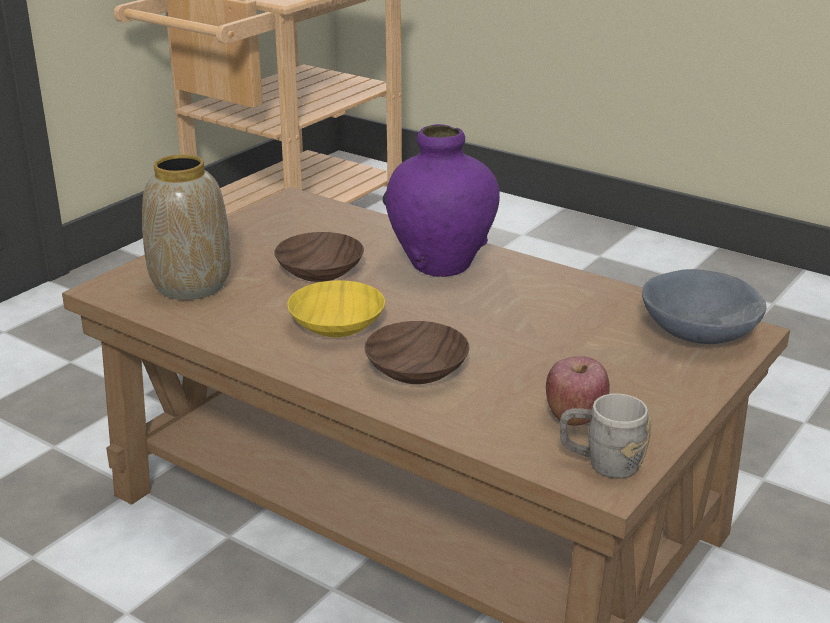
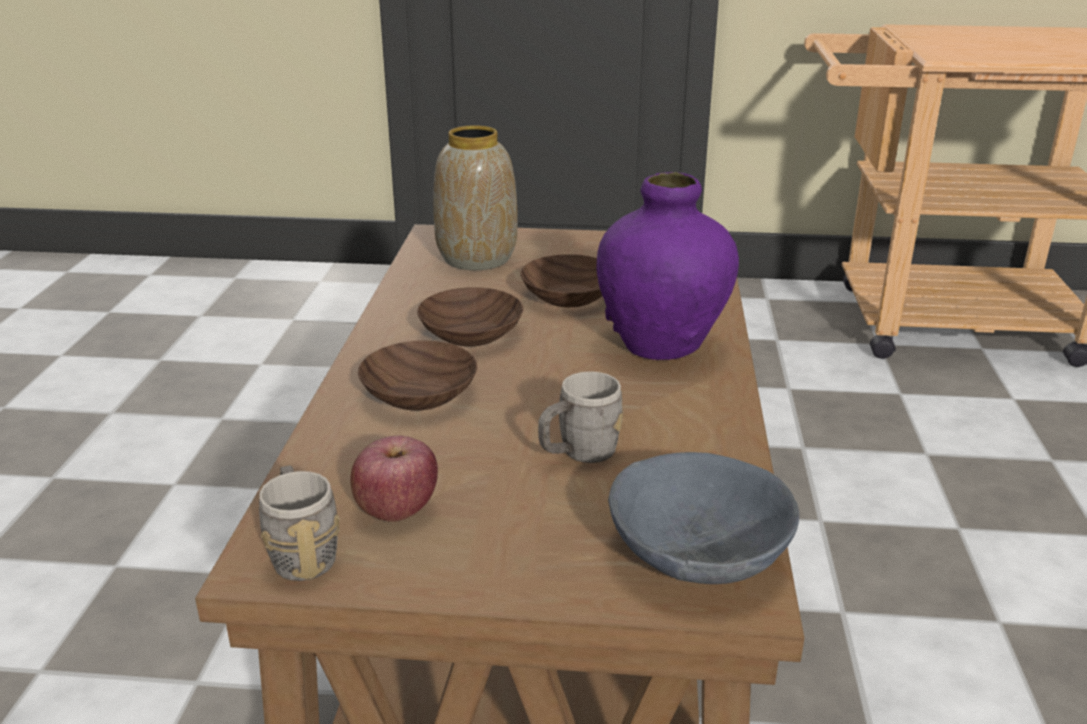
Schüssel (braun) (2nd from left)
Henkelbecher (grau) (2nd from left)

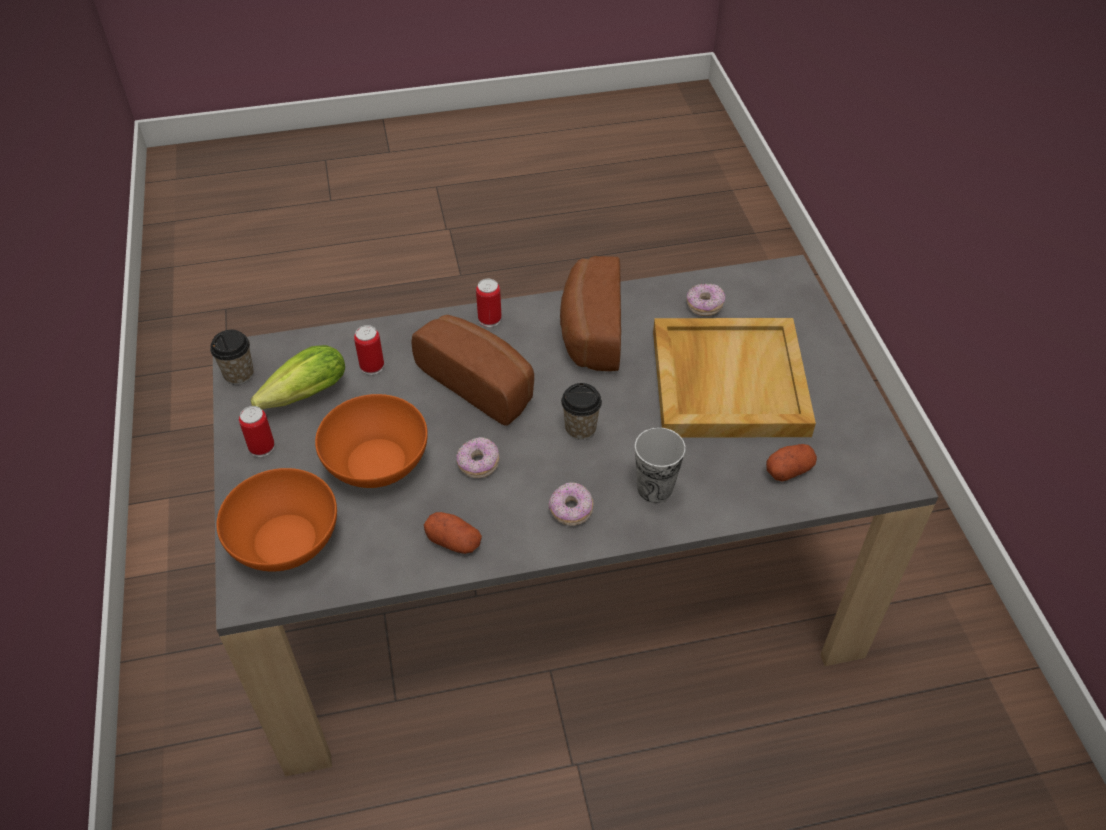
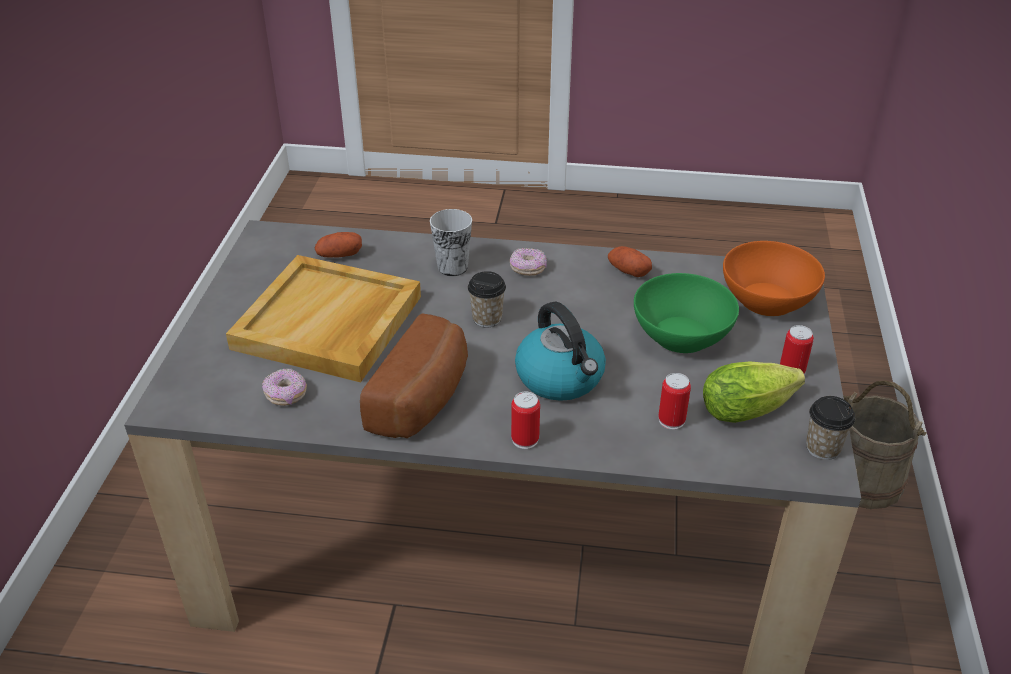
Wasserkessel
Schüssel (grün)
Donut (1st from left in the first image)
Eimer (beige)

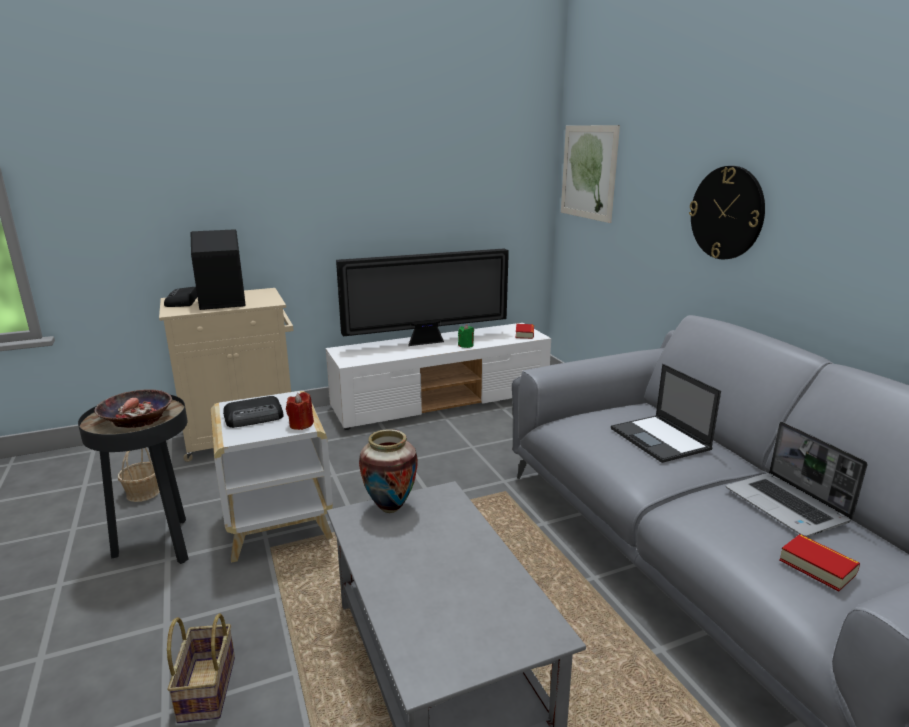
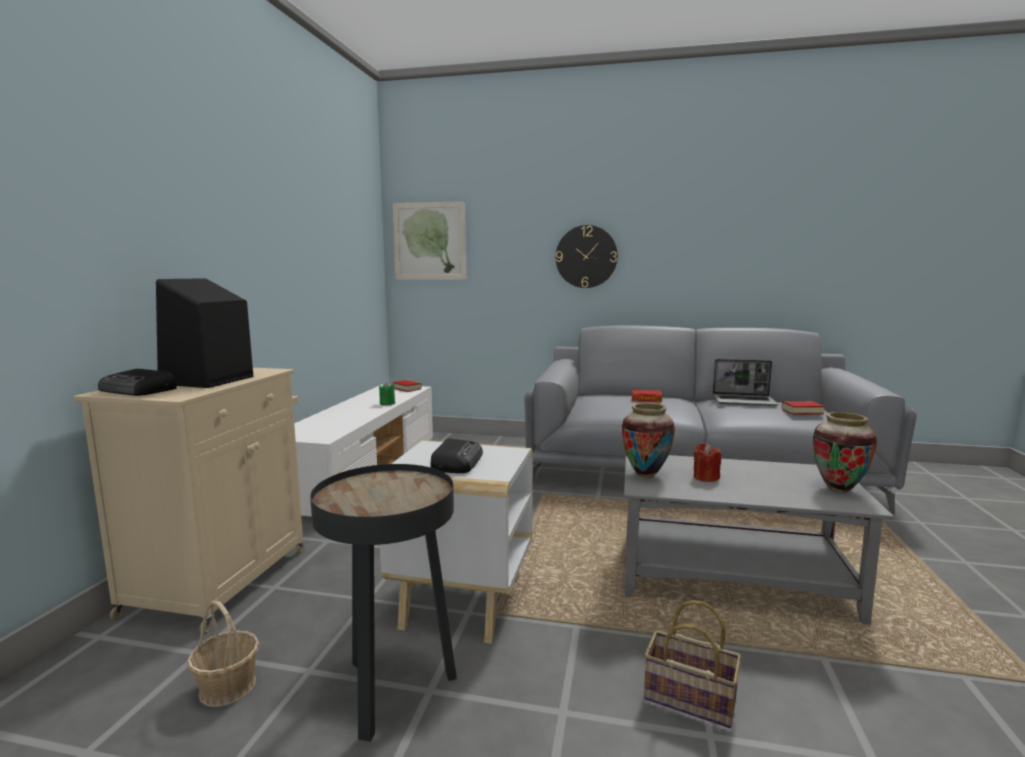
Fernseher
Buch (2nd from left)
Schüssel
Kerze (rot)
Vase (2nd from left)

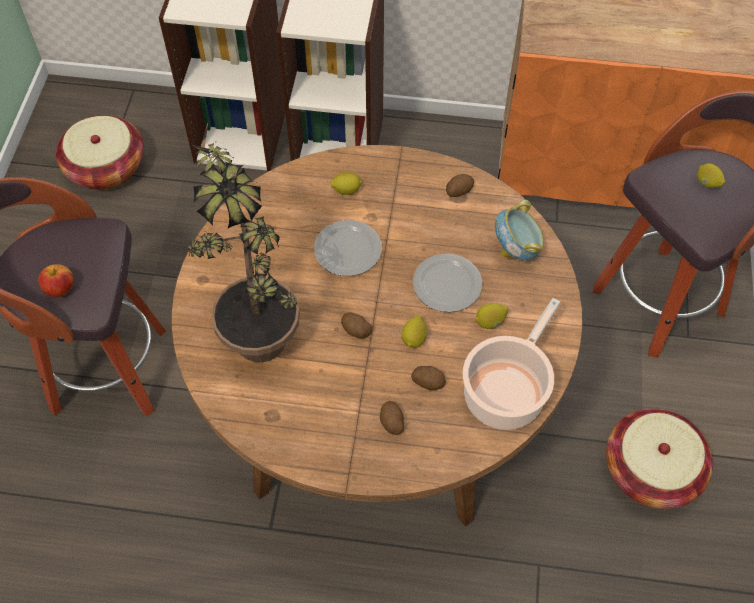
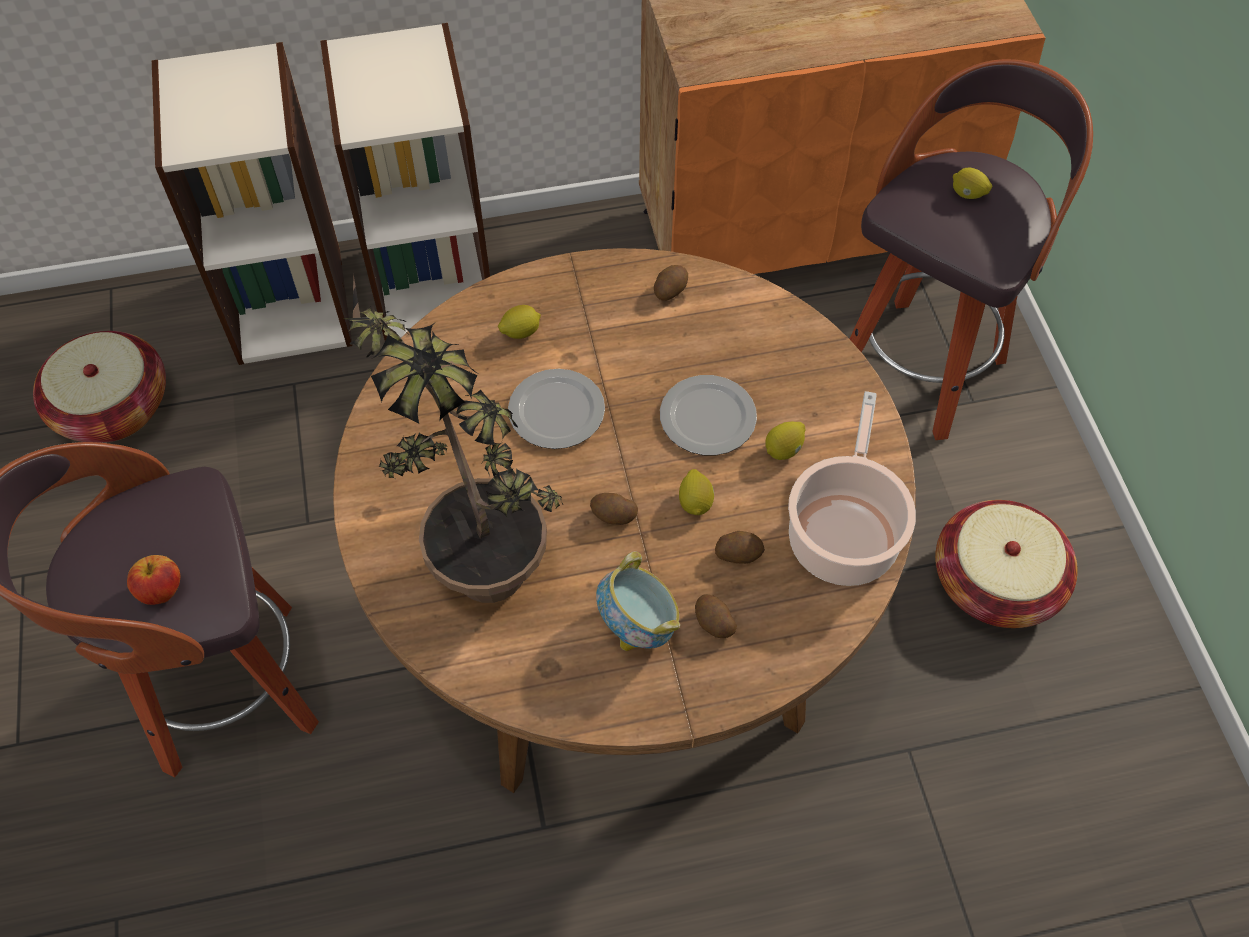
Schüssel

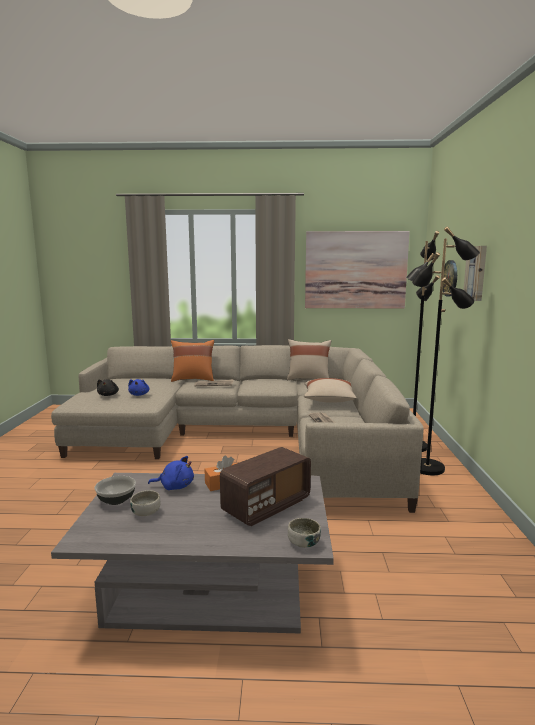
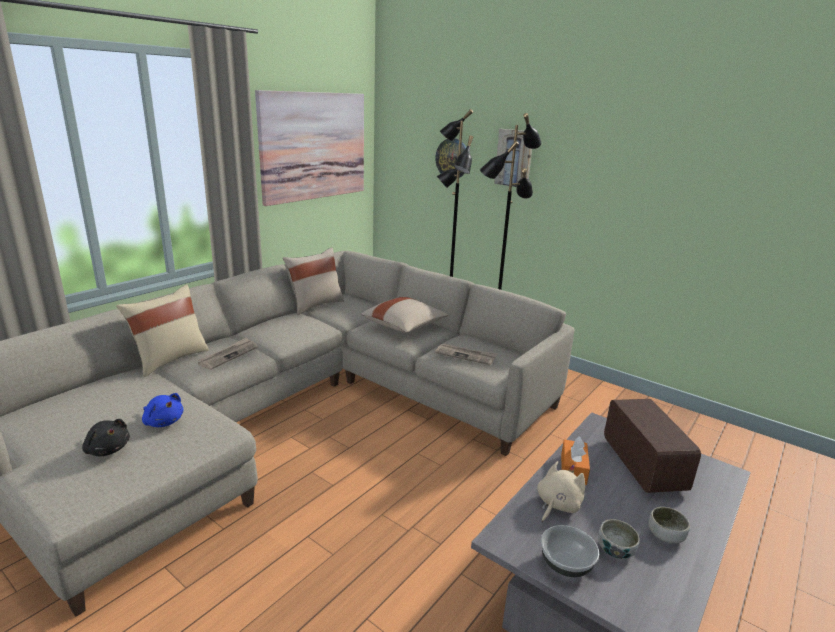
Kissen (beige) (1st from left)
Plüschtier (beige)
Schüssel (3rd from left)

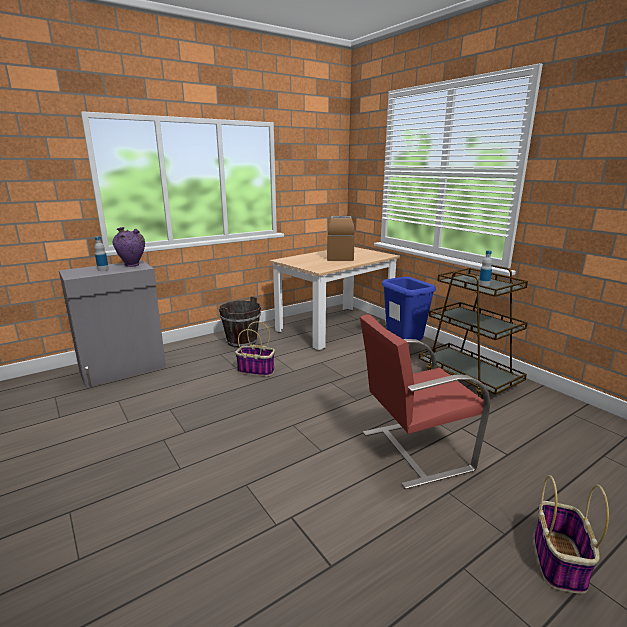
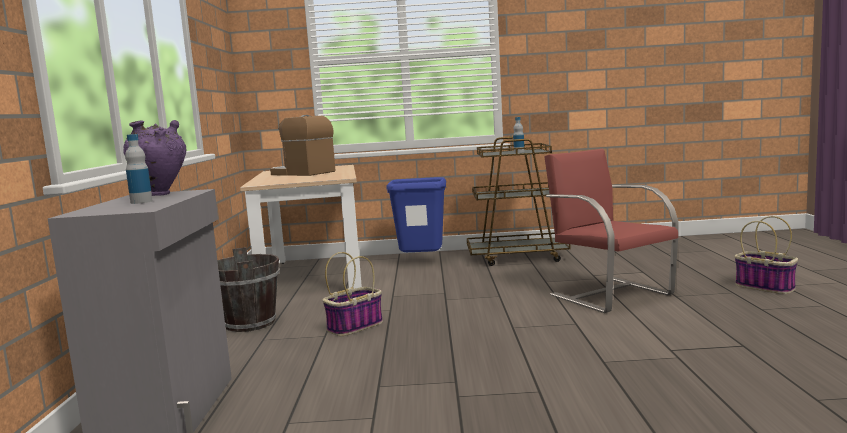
Stuhl (rot)

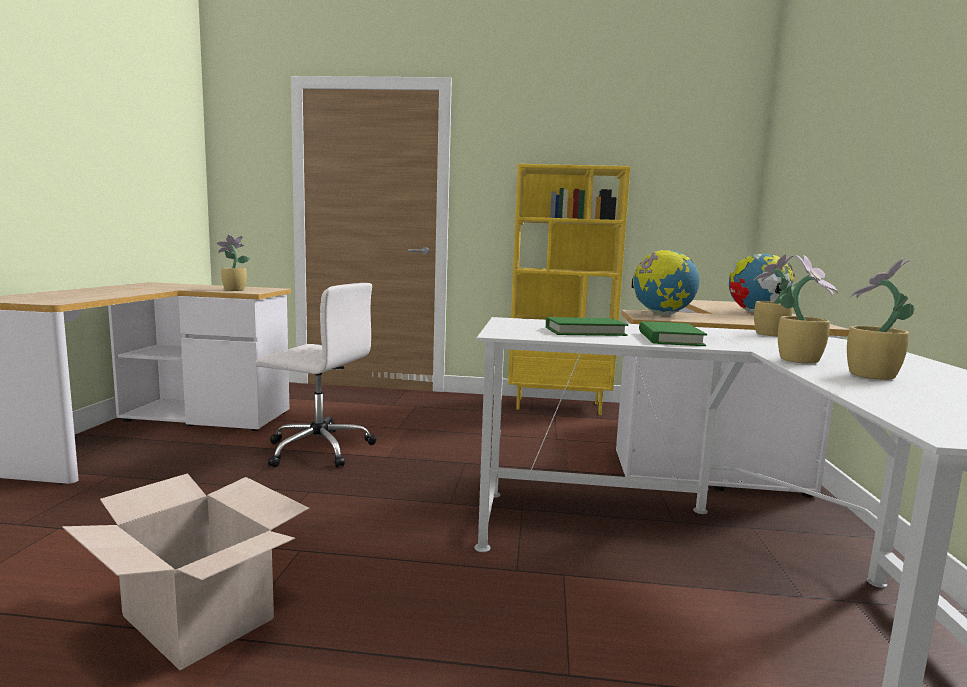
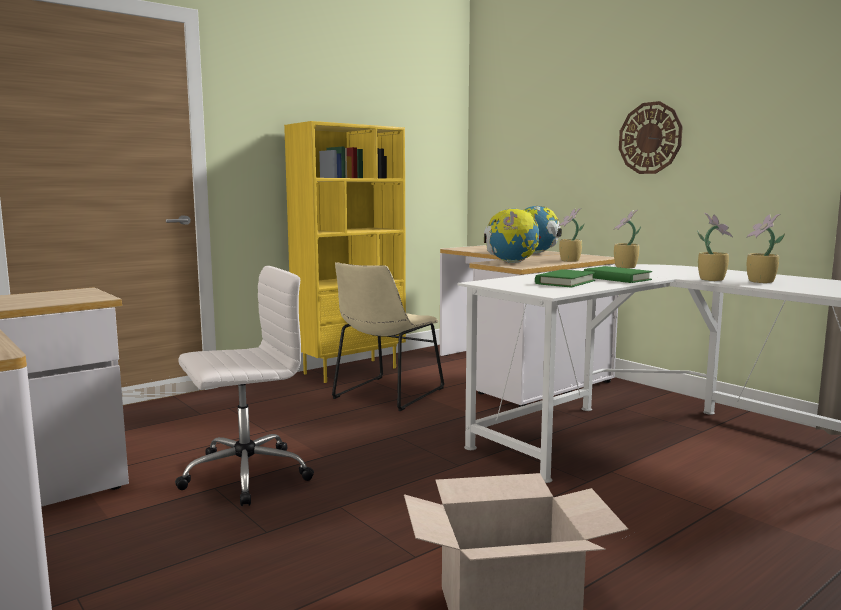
Topfpflanze (1st from left)
Wanduhr
Stuhl (beige)

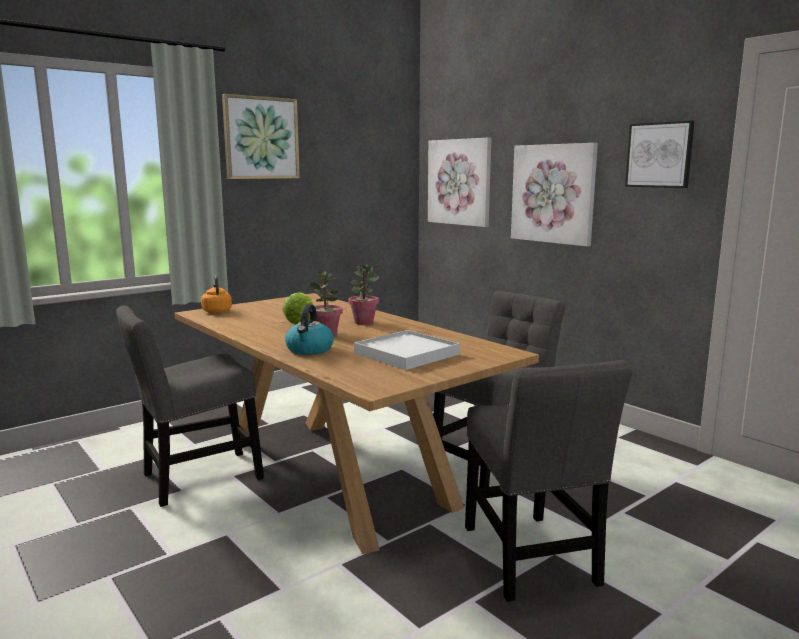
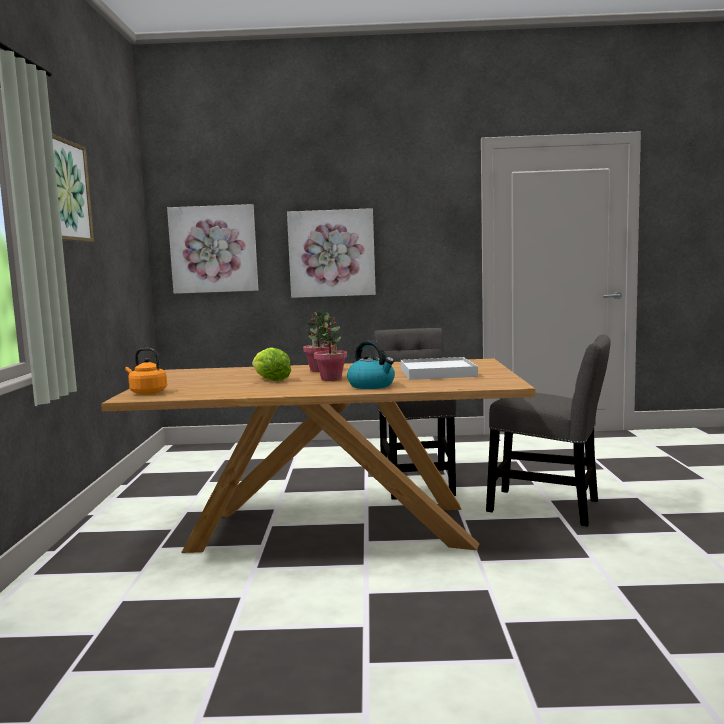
Bild (4th from left in the first image)
Stuhl (grau) (1st from left in the first image)

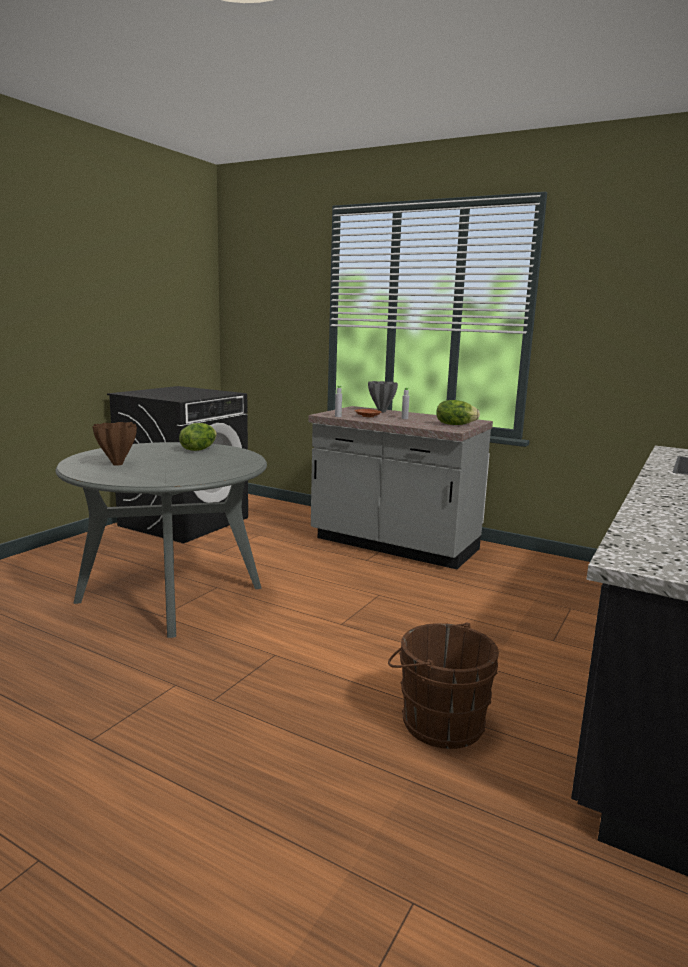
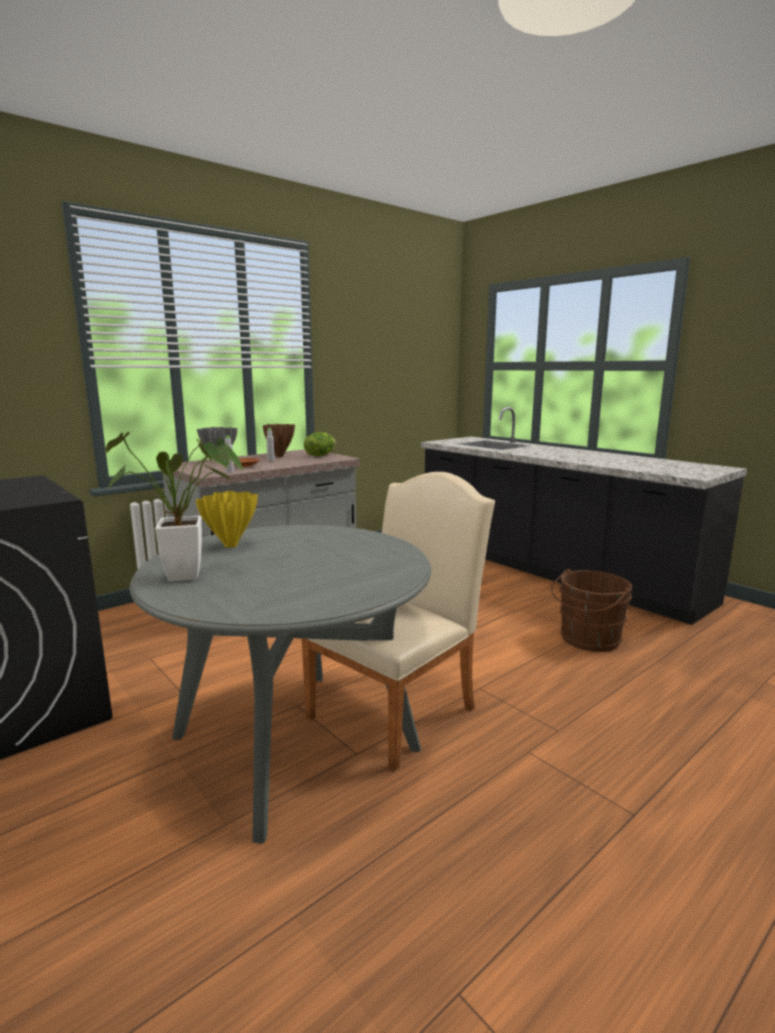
Vase (braun)
Vase (gelb)
Topfpflanze
Stuhl (beige)

